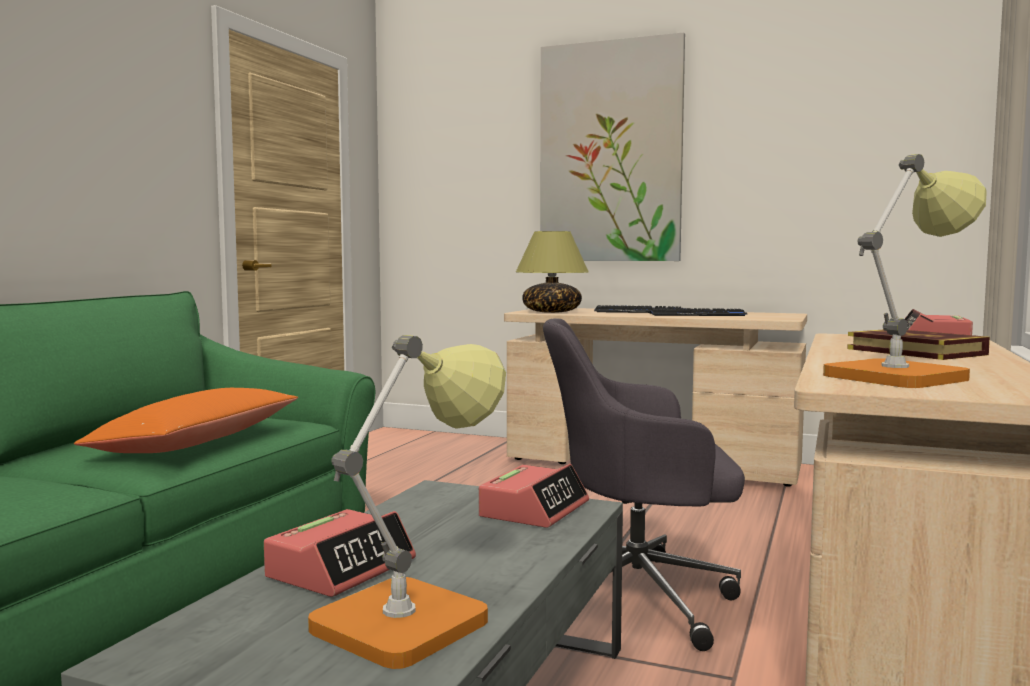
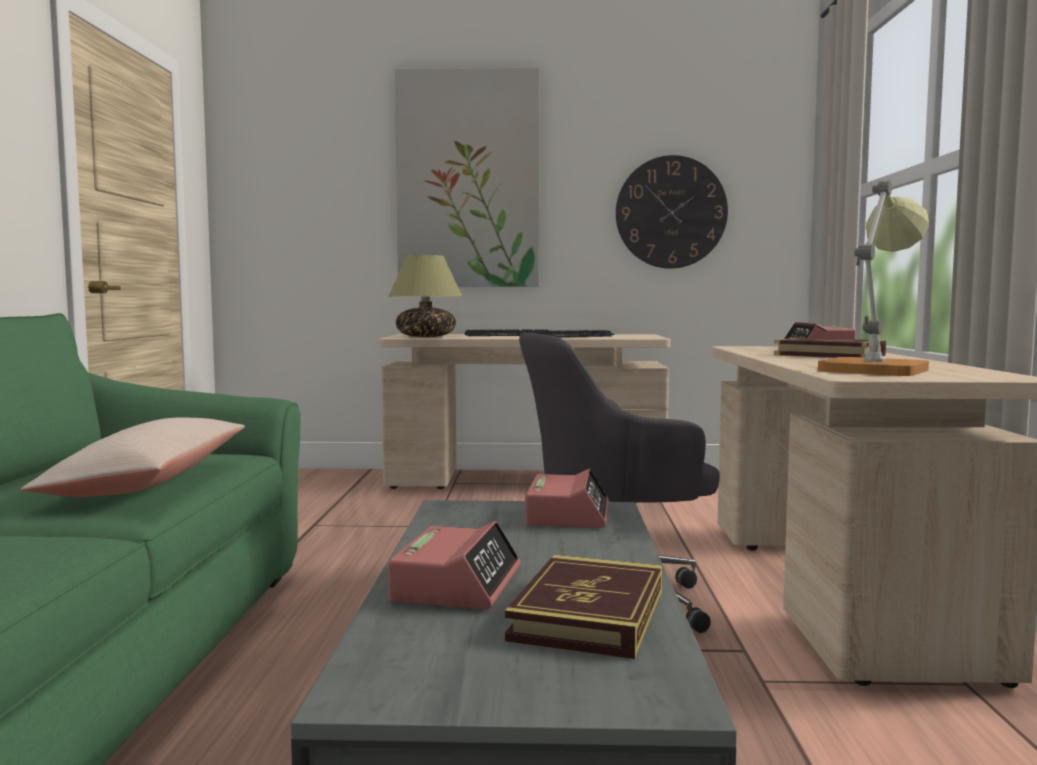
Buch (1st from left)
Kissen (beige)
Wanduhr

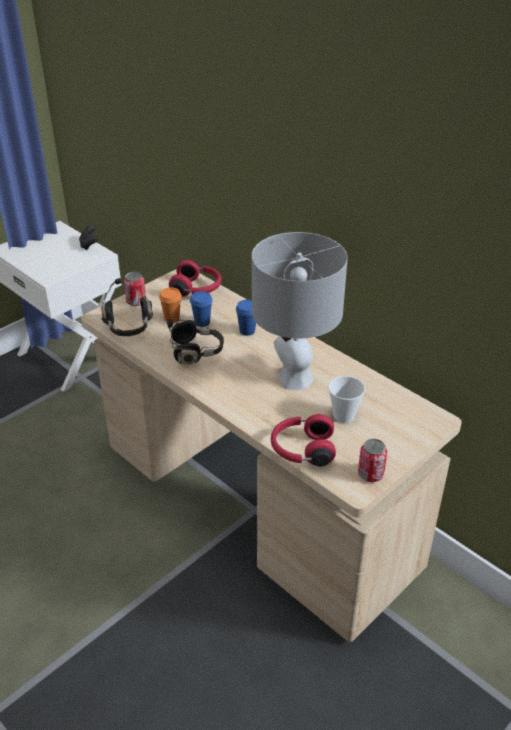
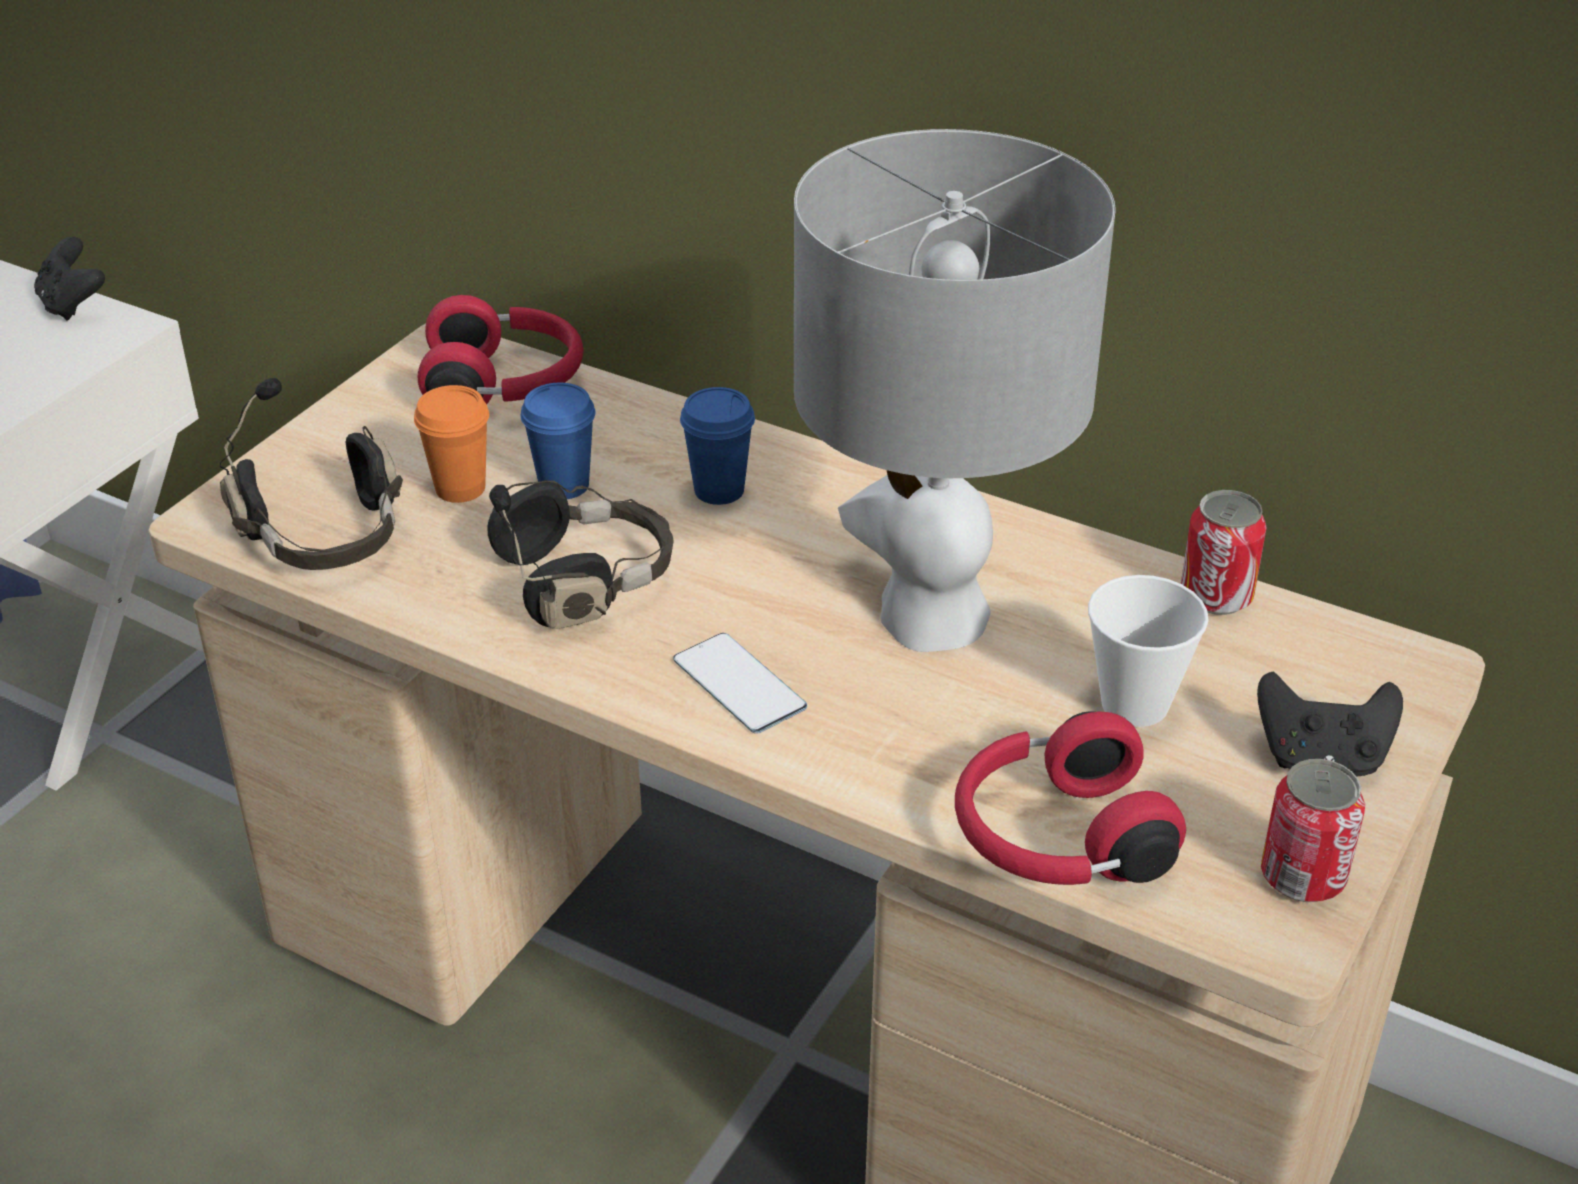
Dose (1st from left)
Handy
Gamepad (schwarz) (2nd from left)

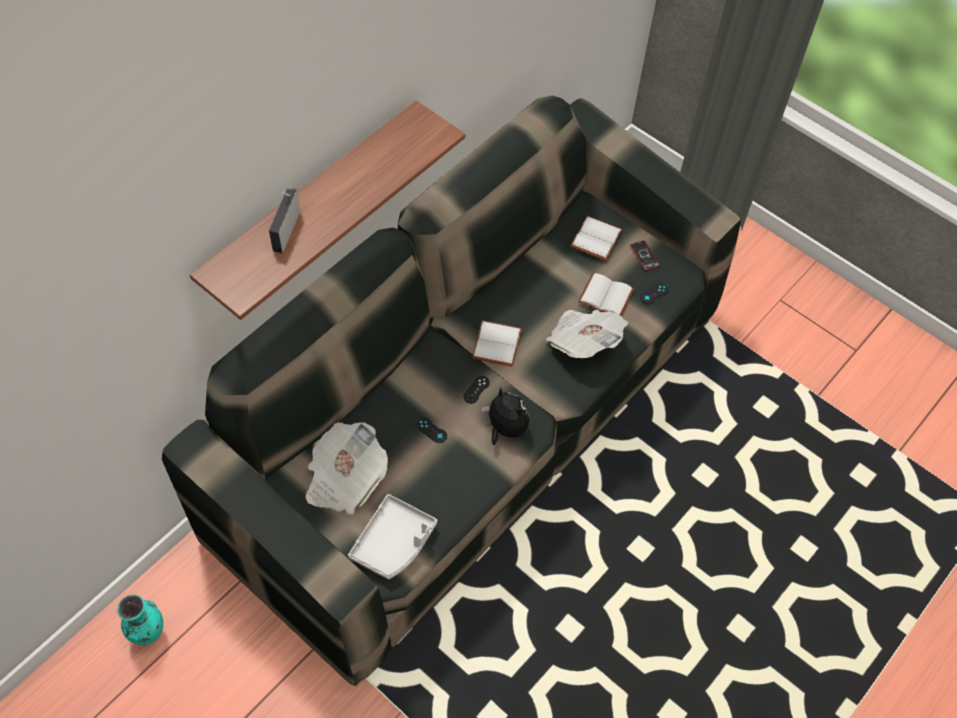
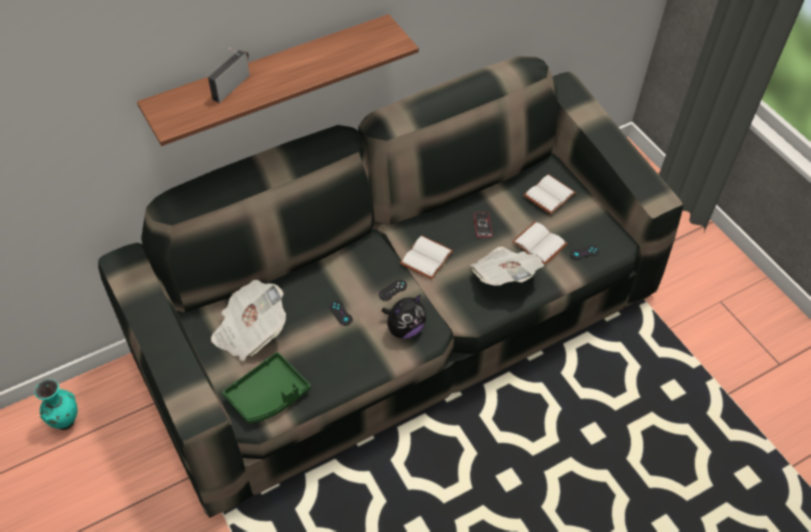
Handy
Plüschtier
Tablett (grün)

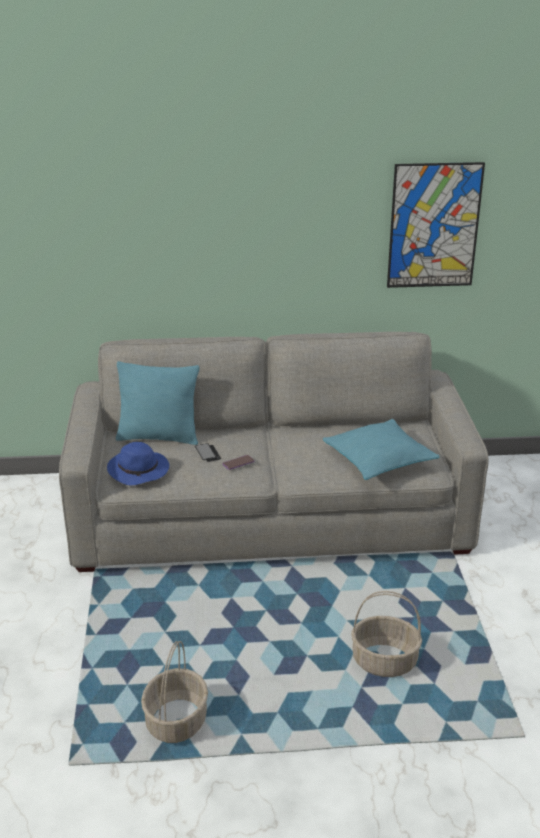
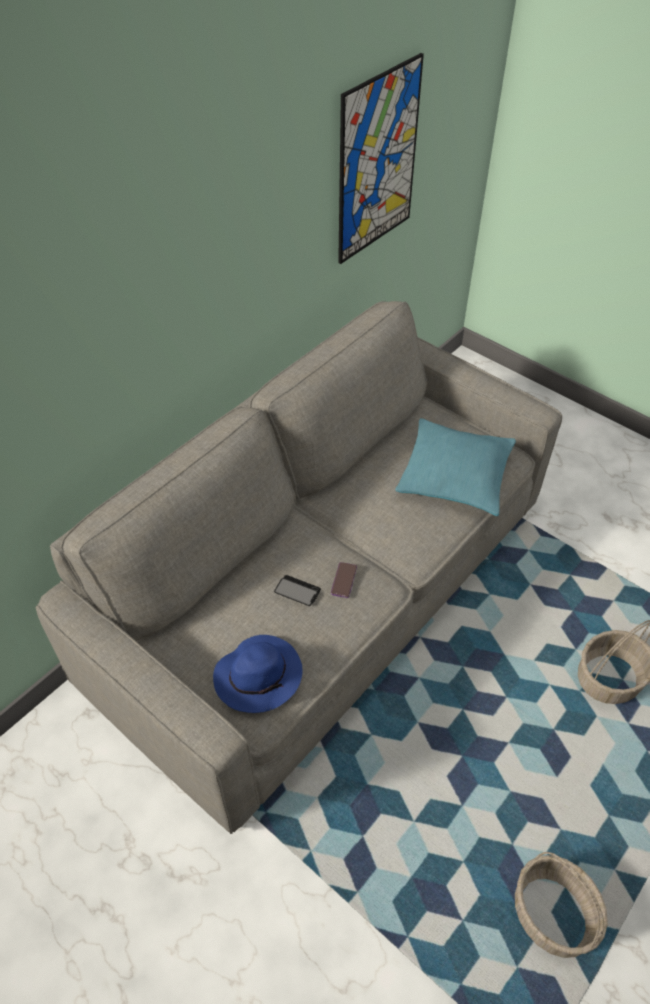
Kissen (türkis) (1st from left in the first image)

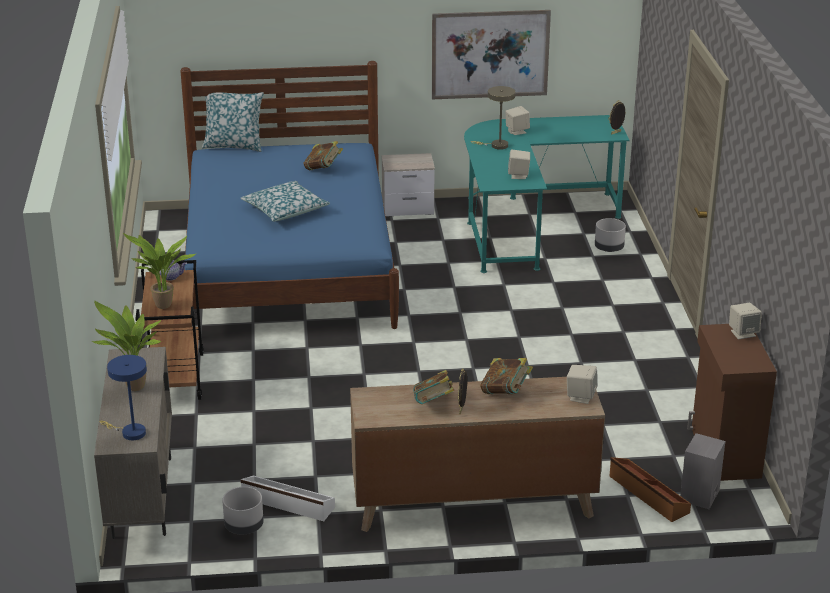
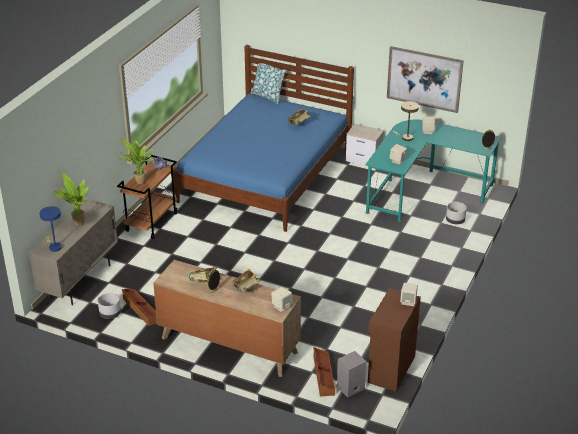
Kissen (2nd from left in the first image)
Aufbewahrungsbox (braun) (1st from left)

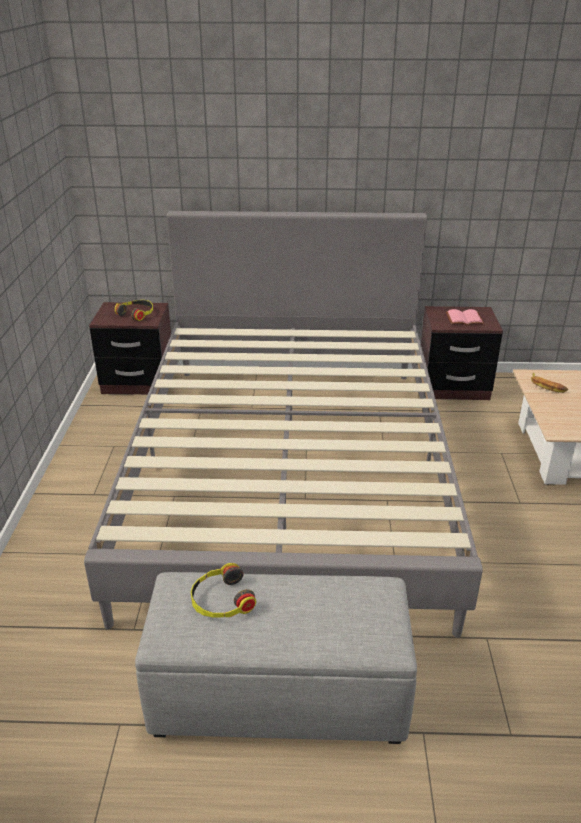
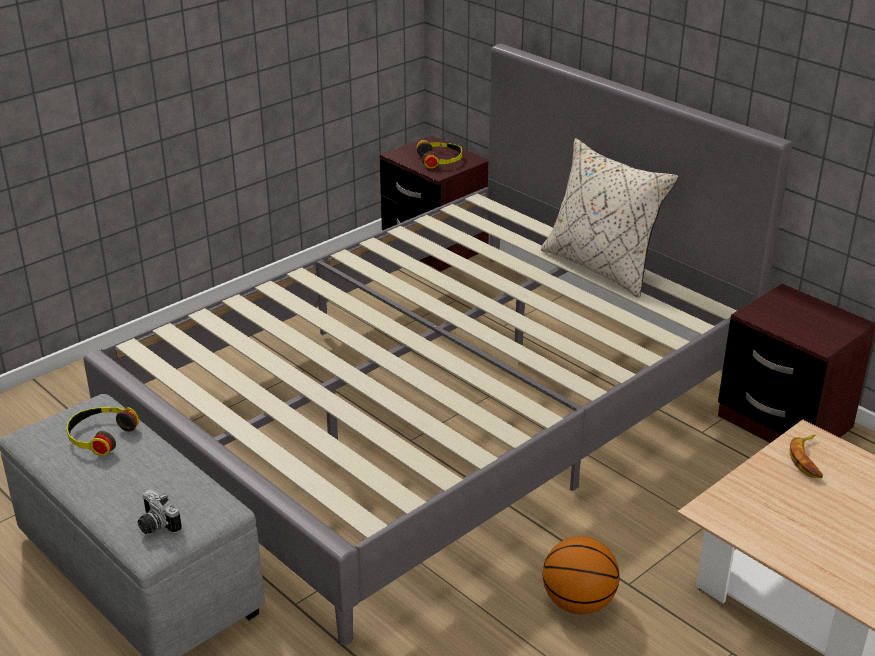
Buch (rosa)
Kissen (beige)
Kamera
Basketball

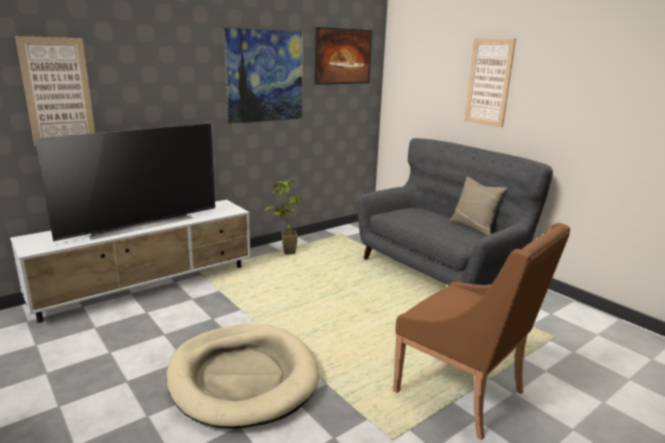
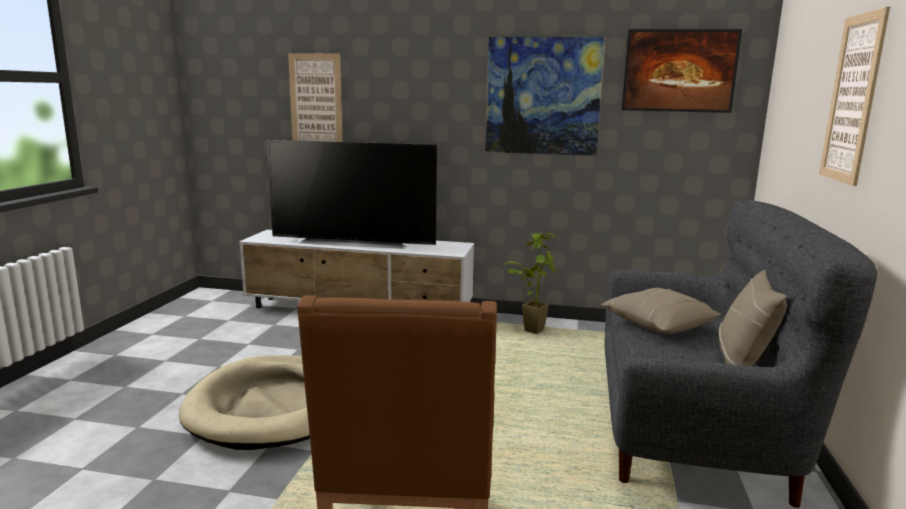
Kissen (beige) (1st from left)

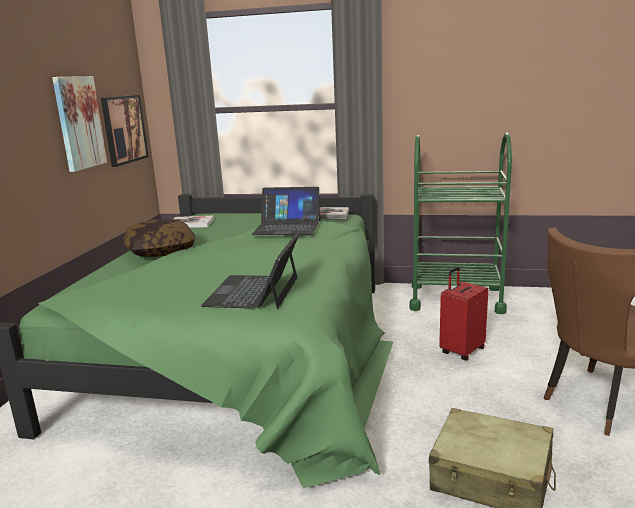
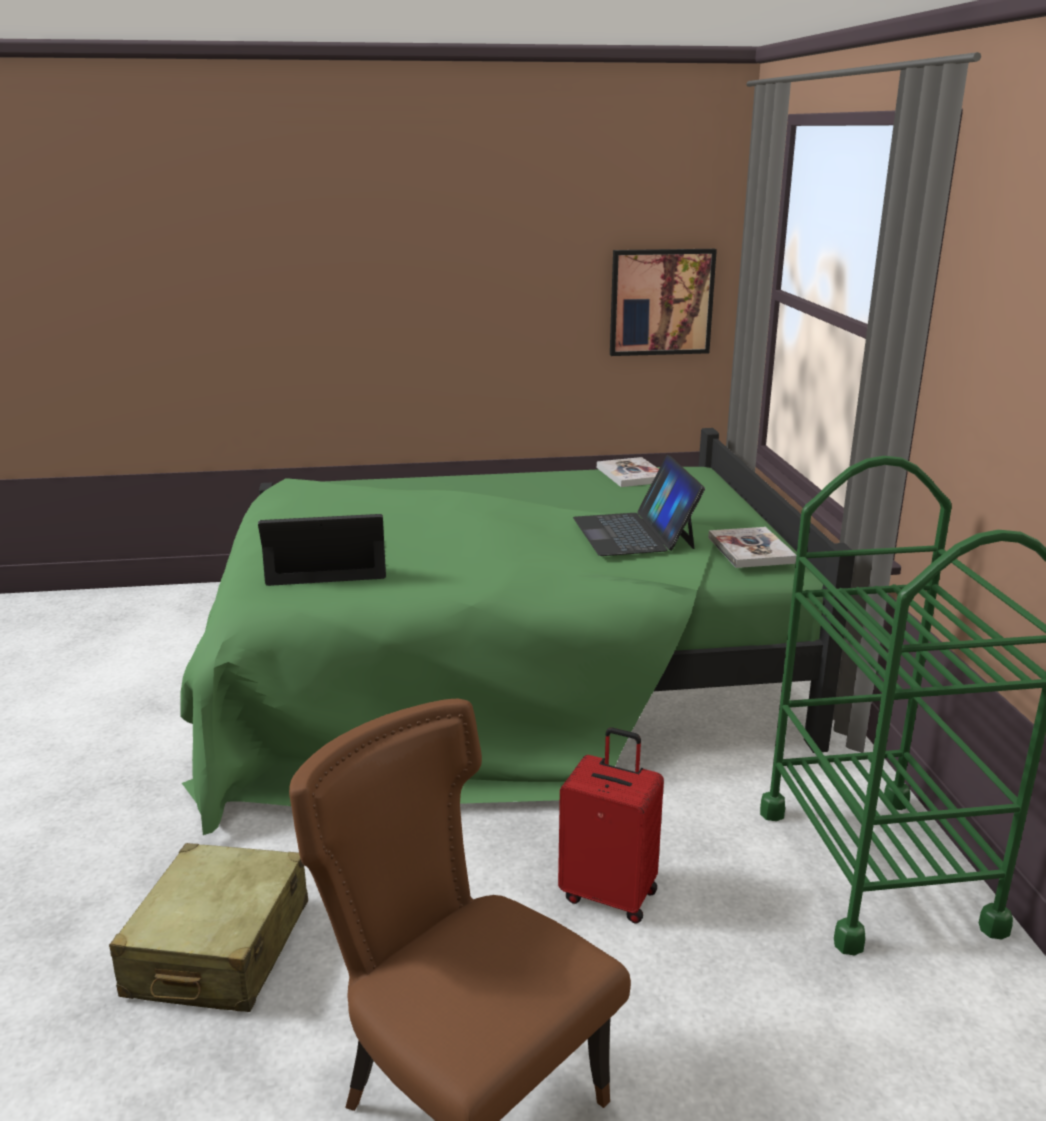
Bild (1st from left in the first image)
Kissen

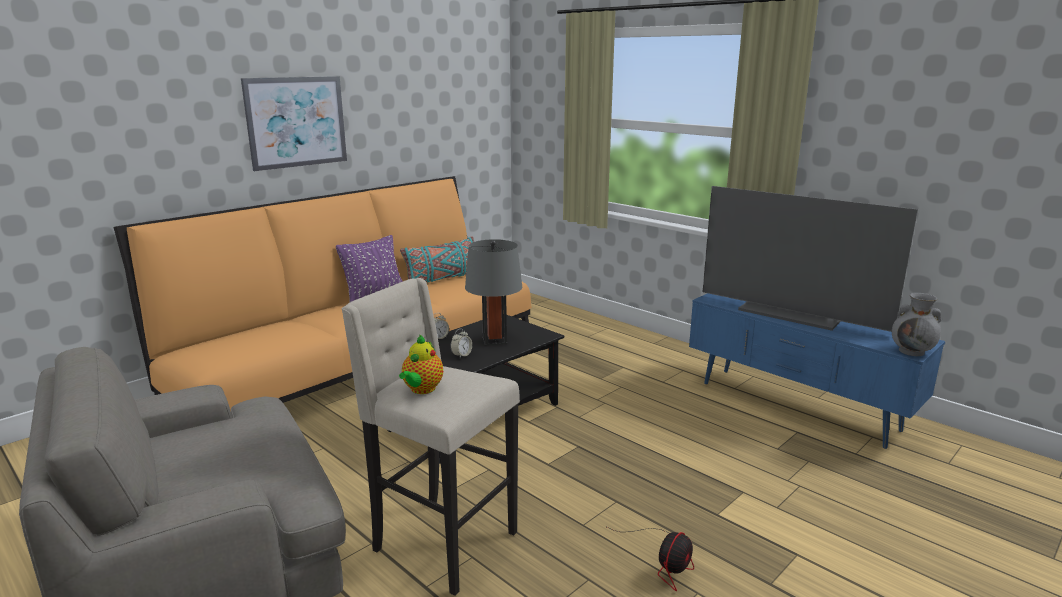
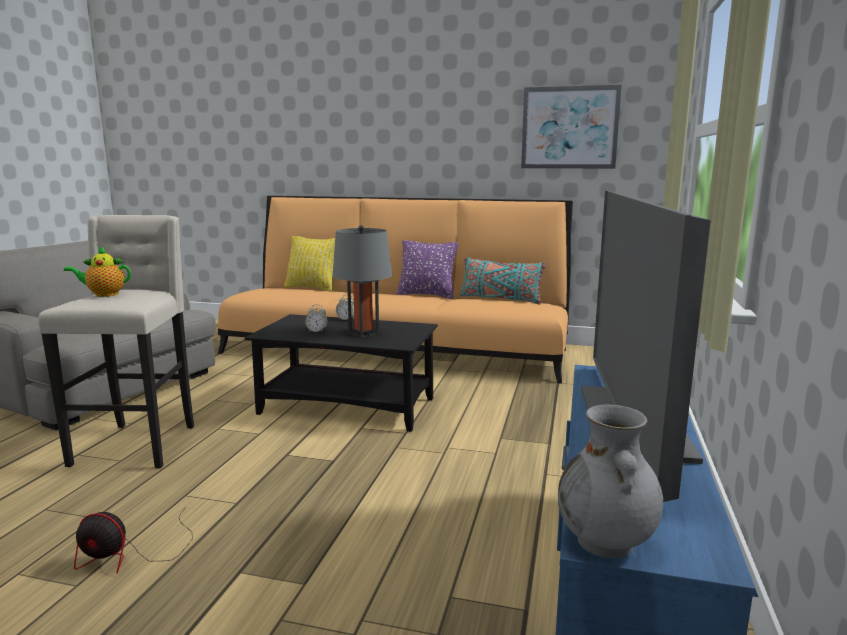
Bild
Kissen (gelb)

